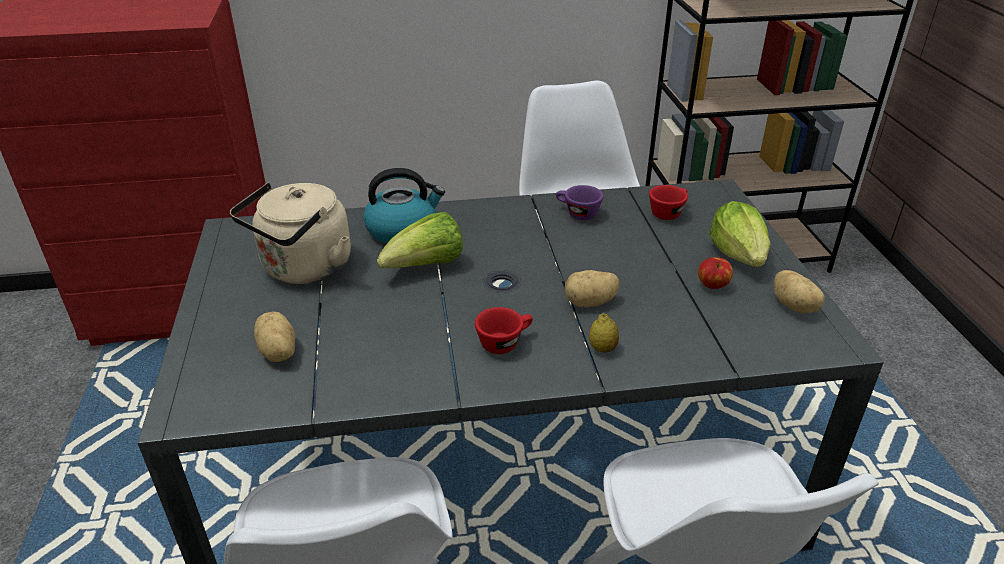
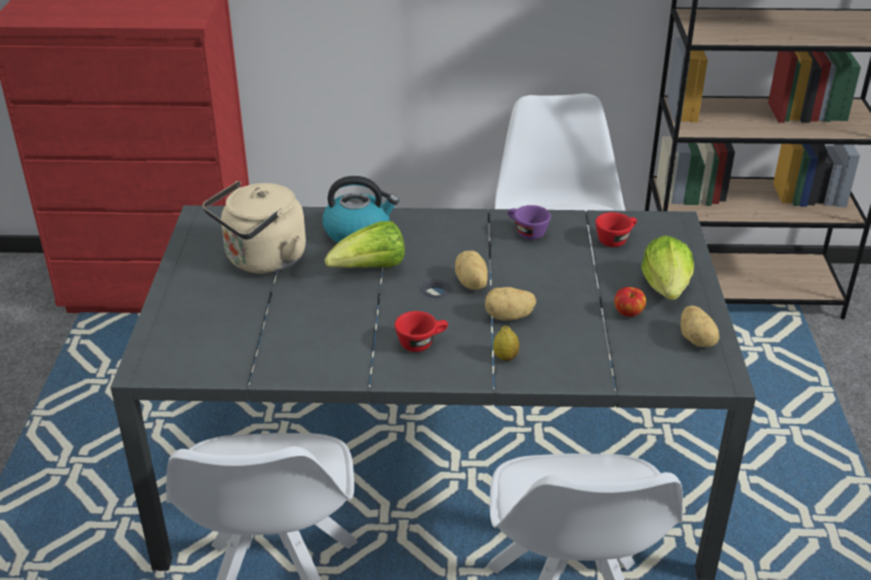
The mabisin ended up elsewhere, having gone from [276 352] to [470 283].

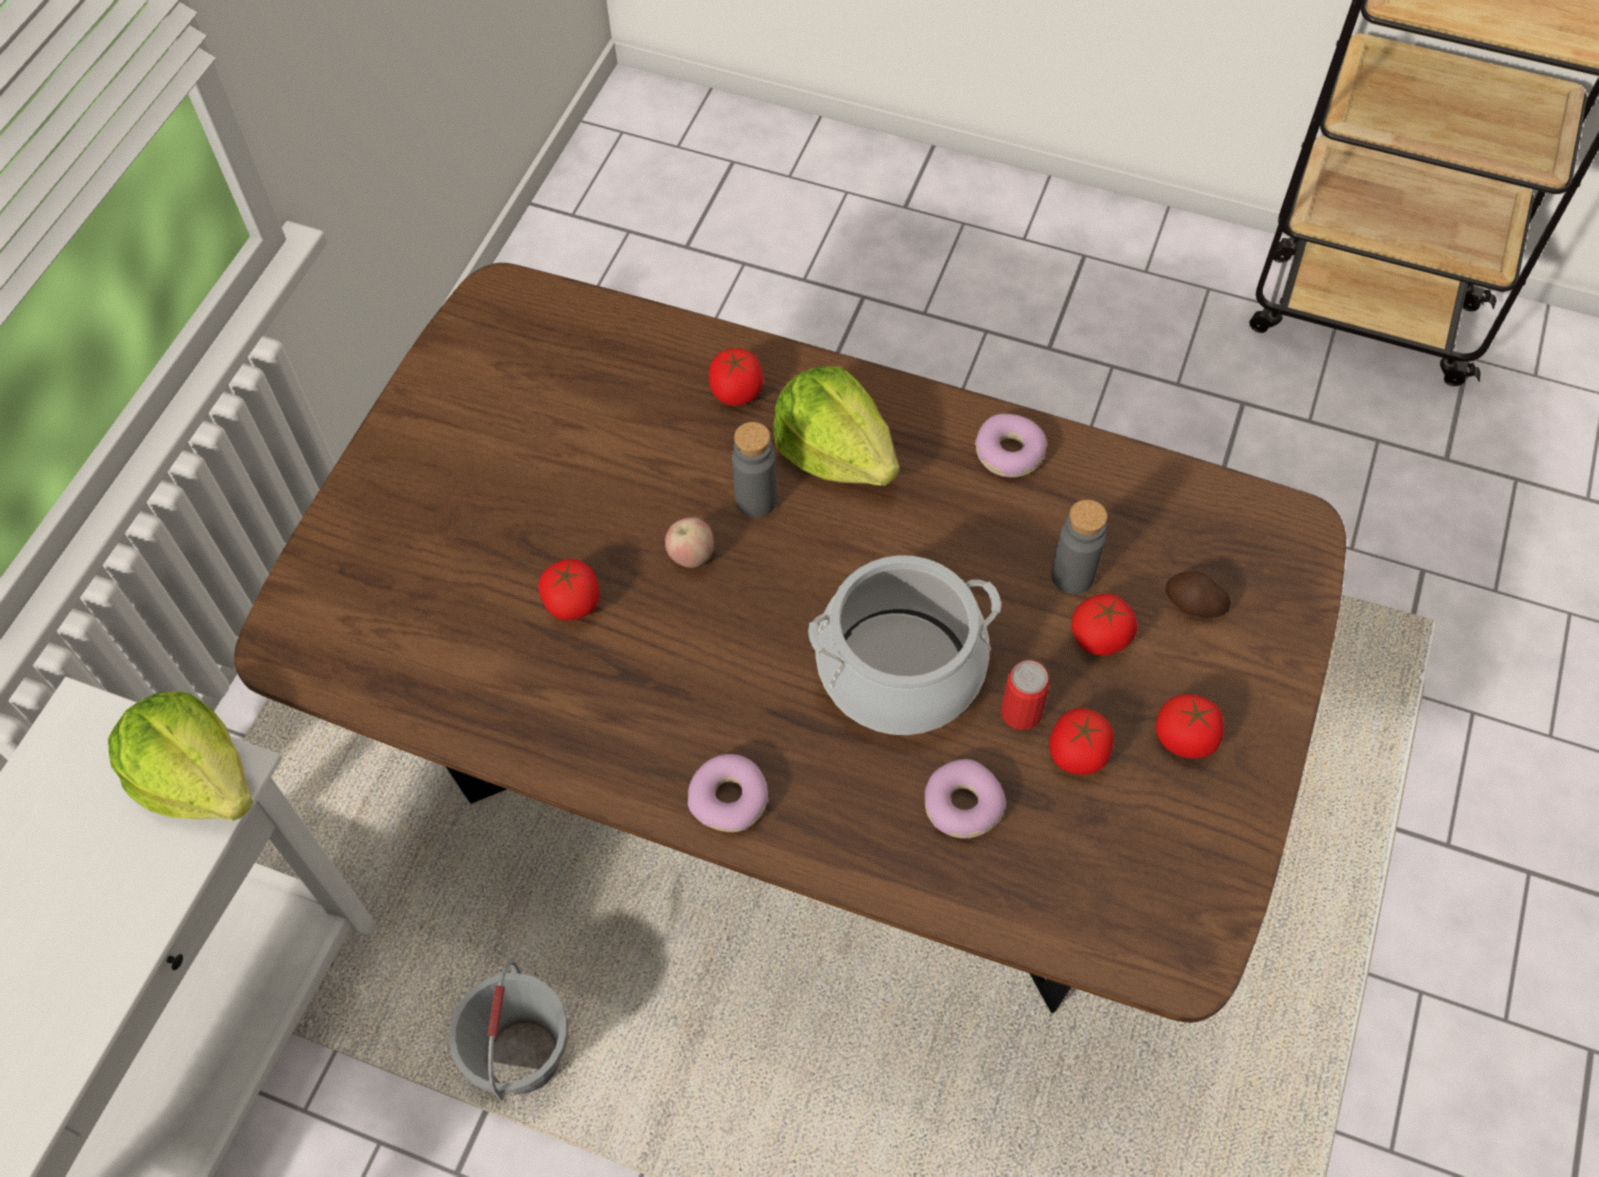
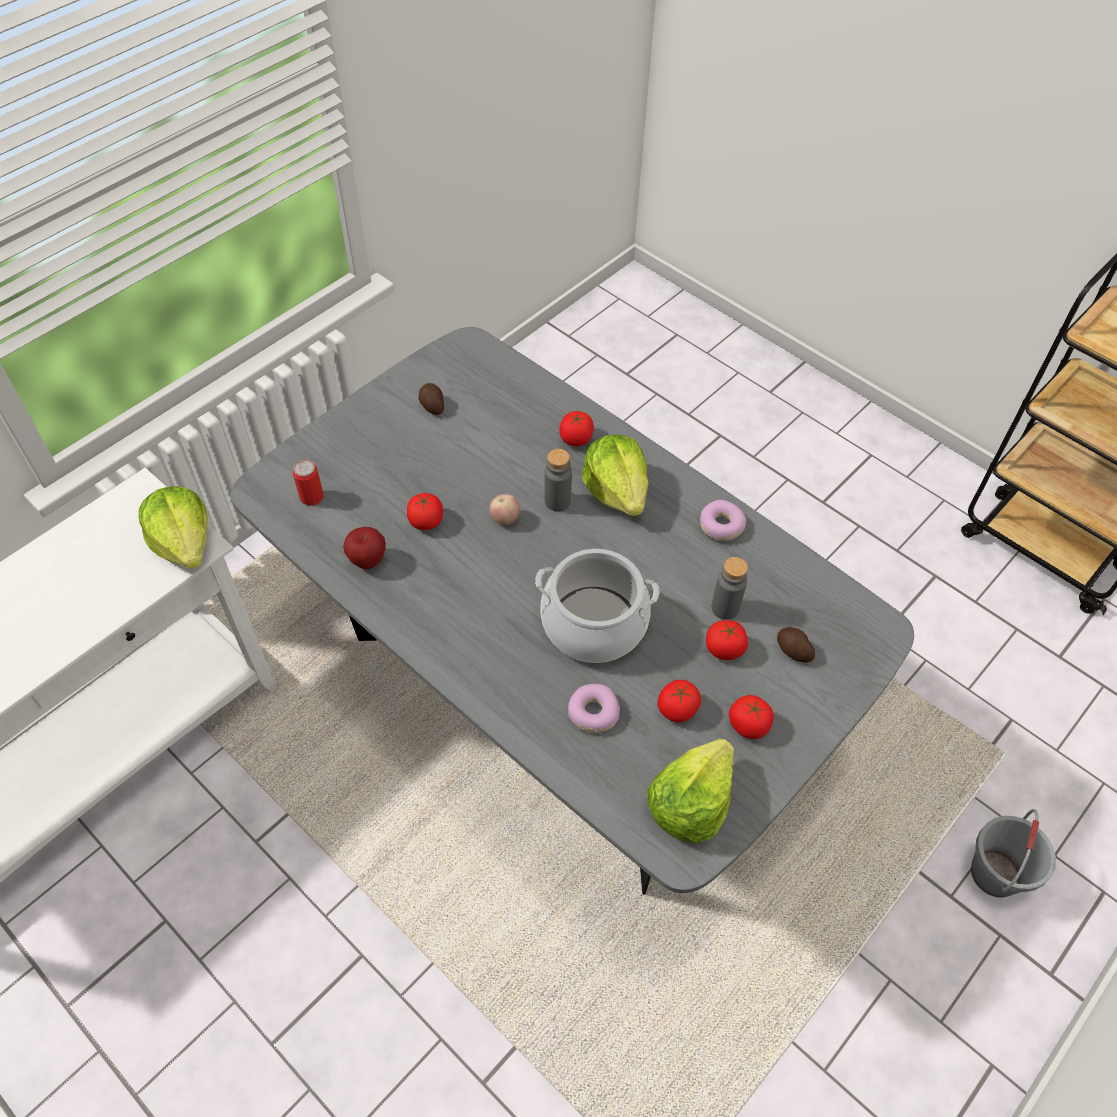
What was the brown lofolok at [801 783] turned into the grey lofolok at [553 700].
The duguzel ended up elsewhere, having gone from [1021 712] to [311 497].
The second view gained the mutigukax at [368 561].
The second view gained the mabisin at [432 406].
The second view gained the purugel at [690 803].
The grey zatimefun ended up elsewhere, having gone from [524 1057] to [995 874].
The second view lost the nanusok at [729 799].

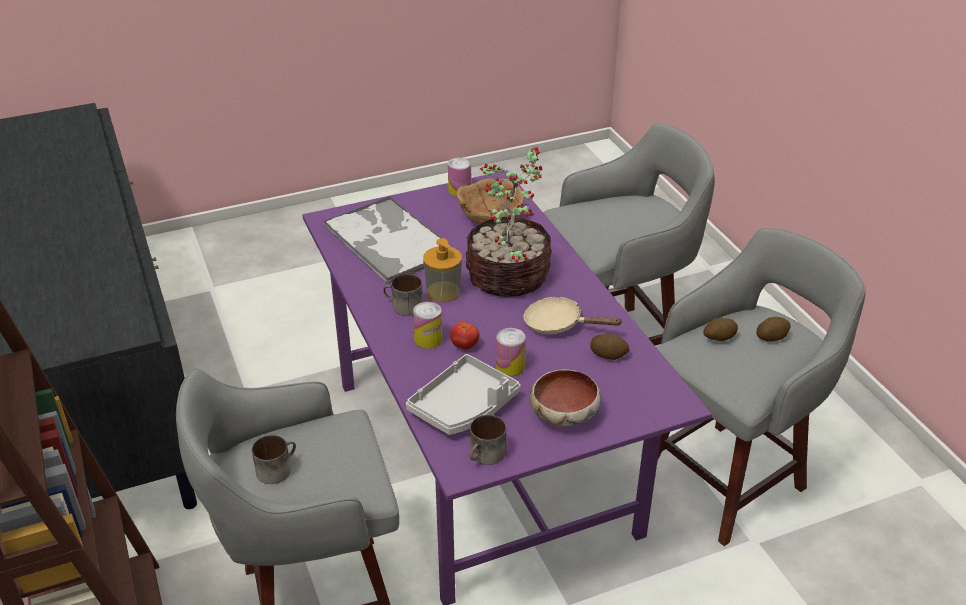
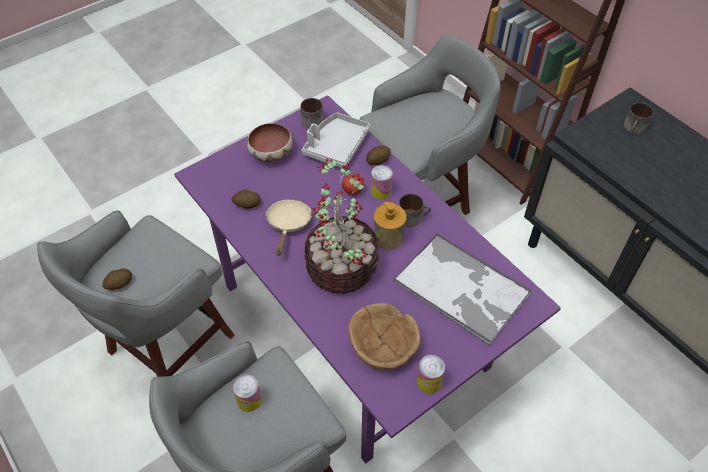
The duguzel ended up elsewhere, having gone from [510 366] to [249 400].
The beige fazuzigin at [559 324] ended up facing another way, 90 degrees counterclockwise from before.
The mabisin ended up elsewhere, having gone from [719 338] to [378 160].
The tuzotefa ended up elsewhere, having gone from [276 468] to [634 128].

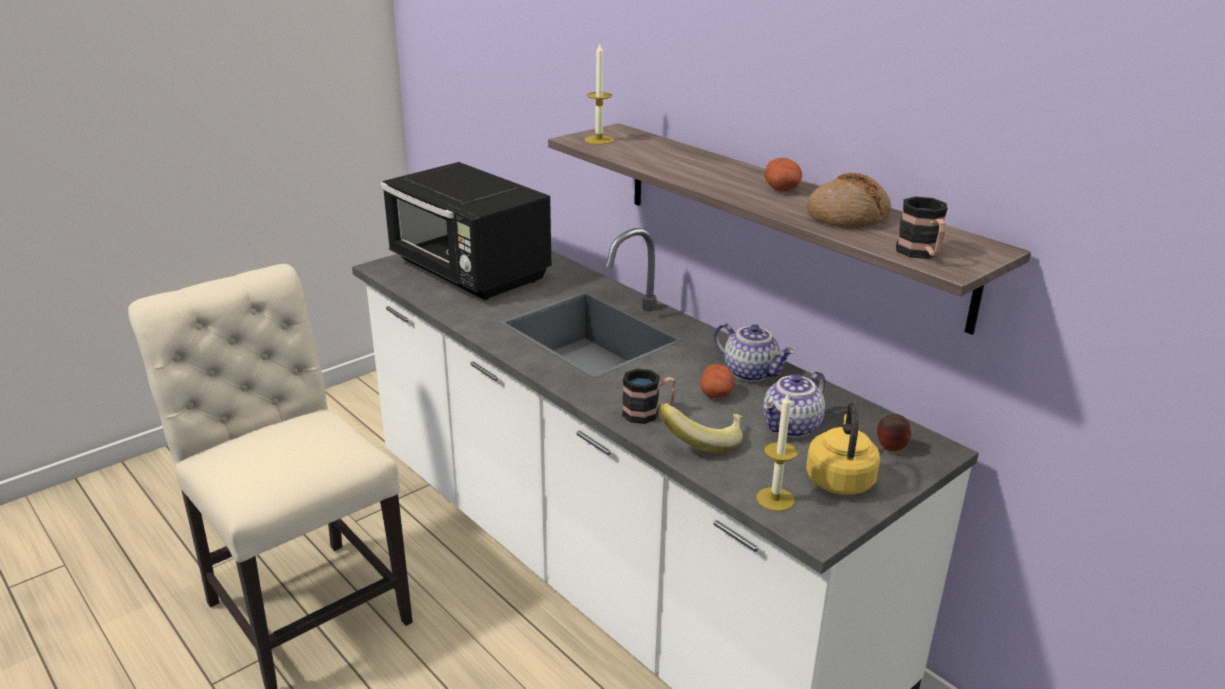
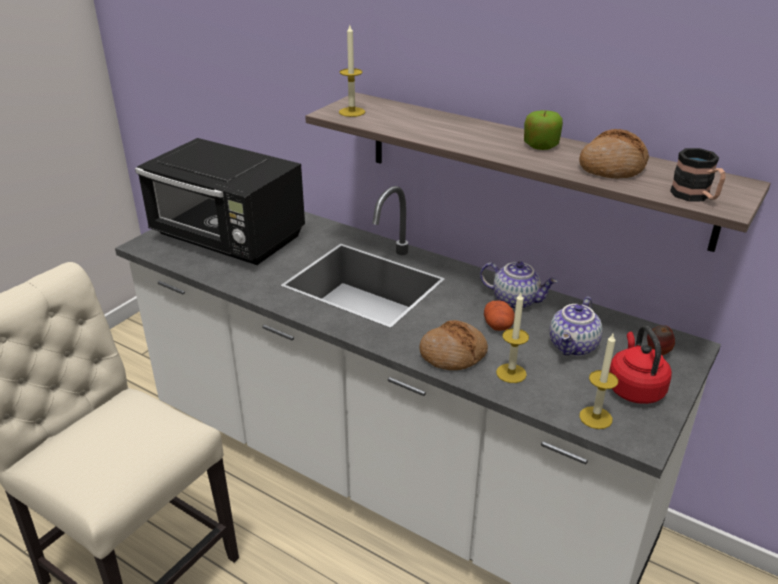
Where the tuzotefa stood at [648 413], the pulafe came to stand at [453 354].
Where the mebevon stood at [703 441], the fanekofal came to stand at [511 373].
Where the mabisin stood at [782 189], the mutigukax came to stand at [541 145].
What was the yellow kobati at [839 479] turned into the red kobati at [634 388].

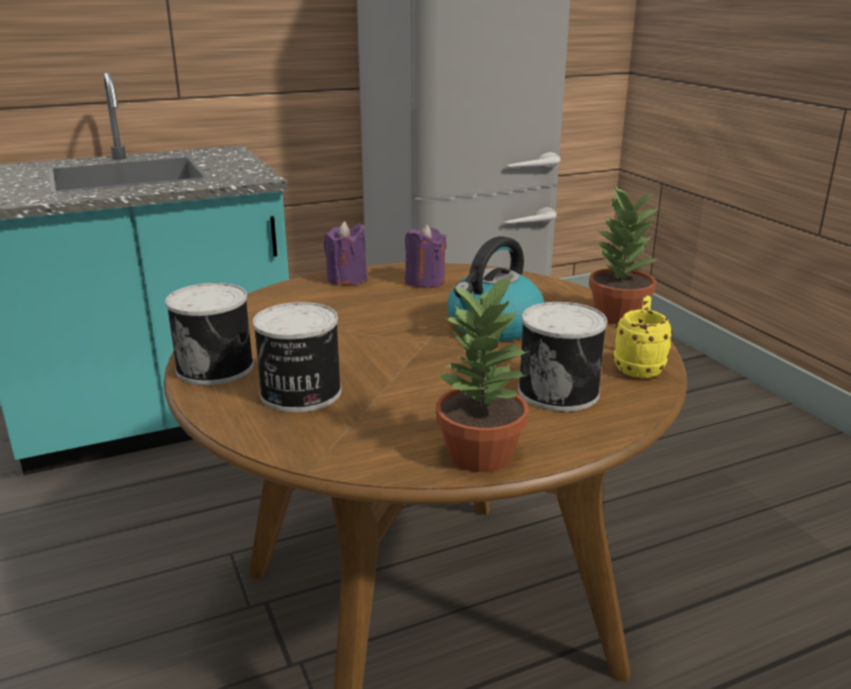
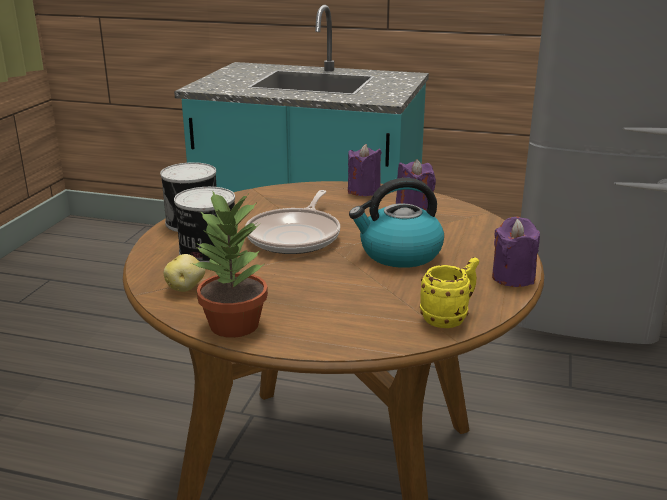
The second view gained the mabisin at [186 288].
The second view gained the fazuzigin at [296 236].
Where the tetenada stood at [617 315], the purple fanekofal came to stand at [513 277].
The second view lost the duguzel at [559 391].

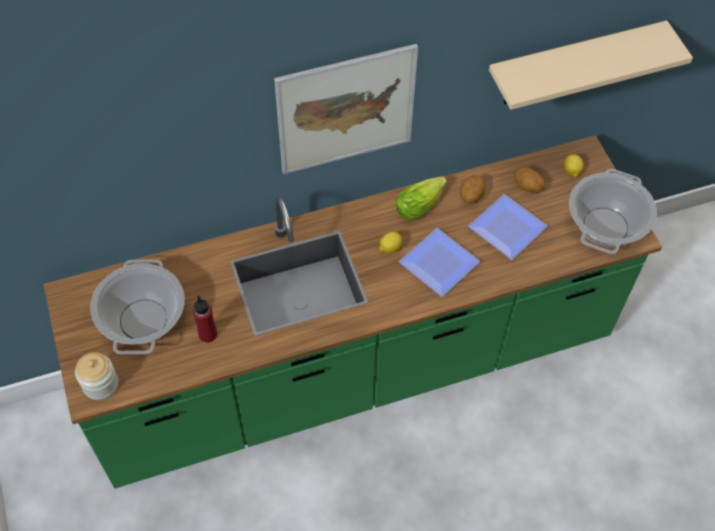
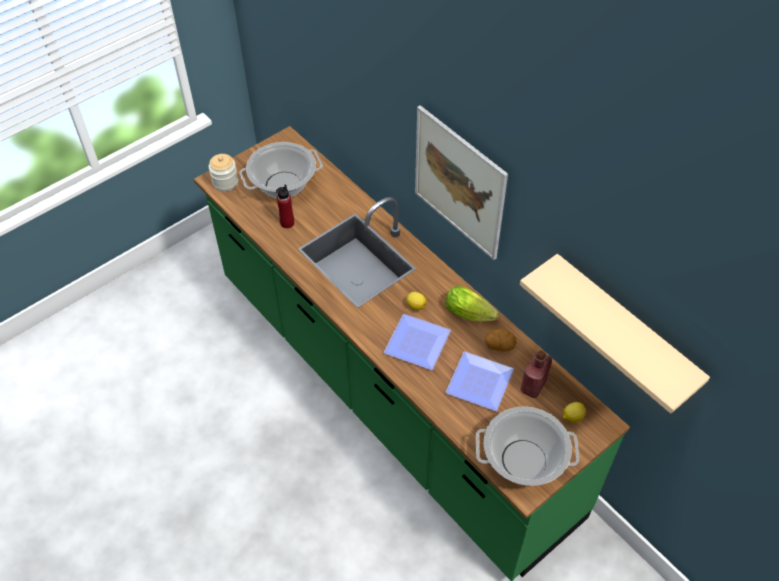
Where the mabisin stood at [527 187], the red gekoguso came to stand at [533 386].

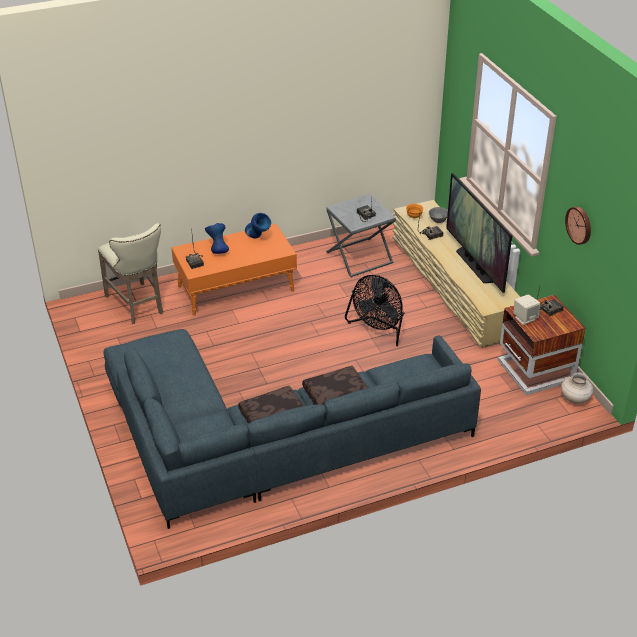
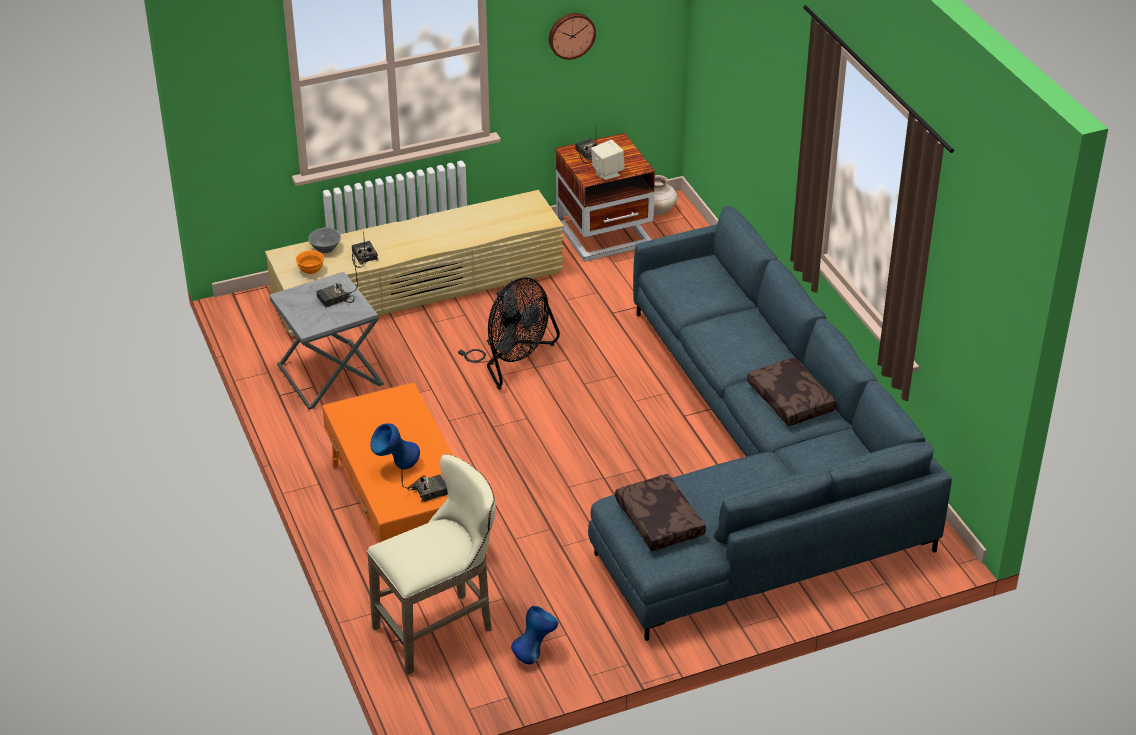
The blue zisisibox ended up elsewhere, having gone from [258 238] to [535 653].
The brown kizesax ended up elsewhere, having gone from [335 393] to [657 520].
The second view lost the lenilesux at [475 265].

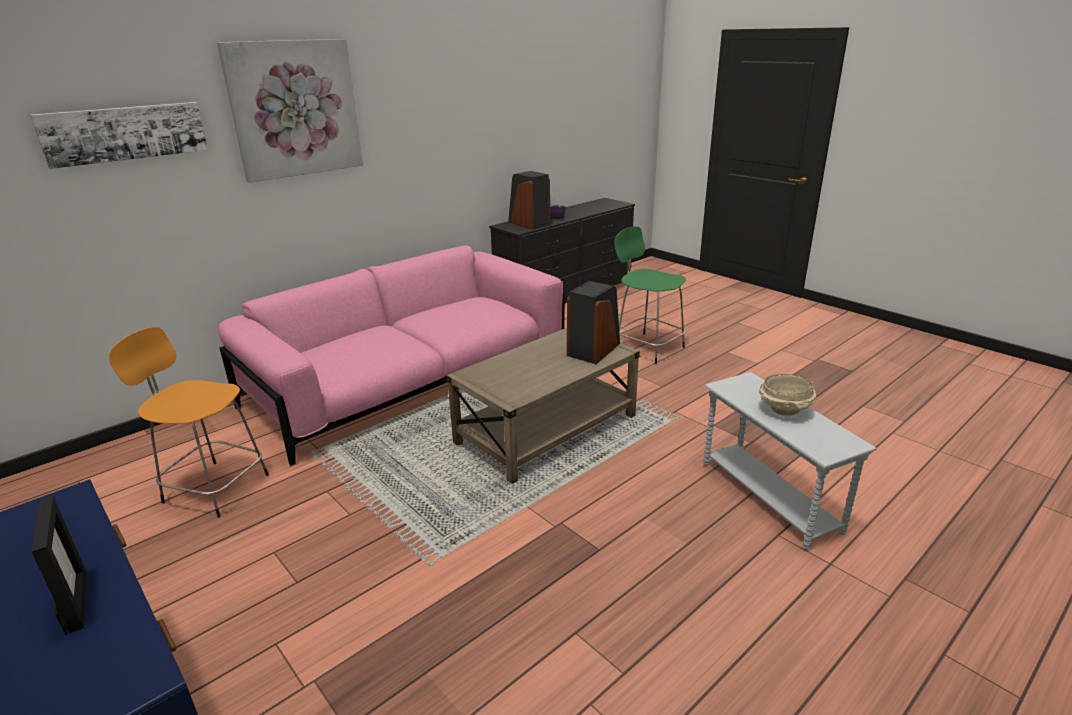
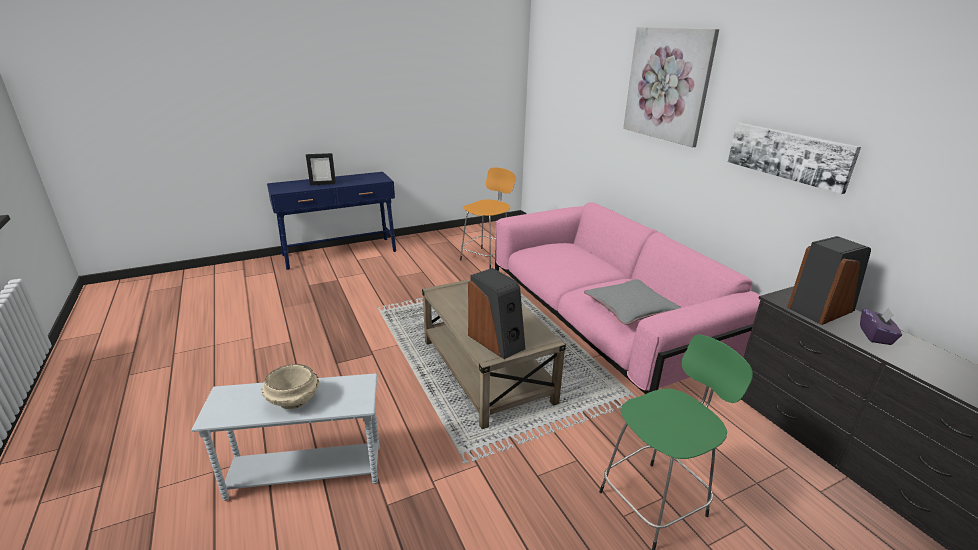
The second view gained the grey kizesax at [630 308].
The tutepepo ended up elsewhere, having gone from [125 133] to [788 155].

